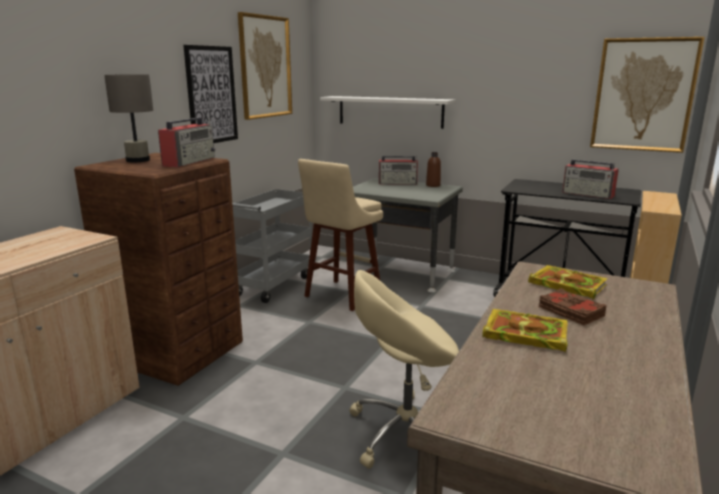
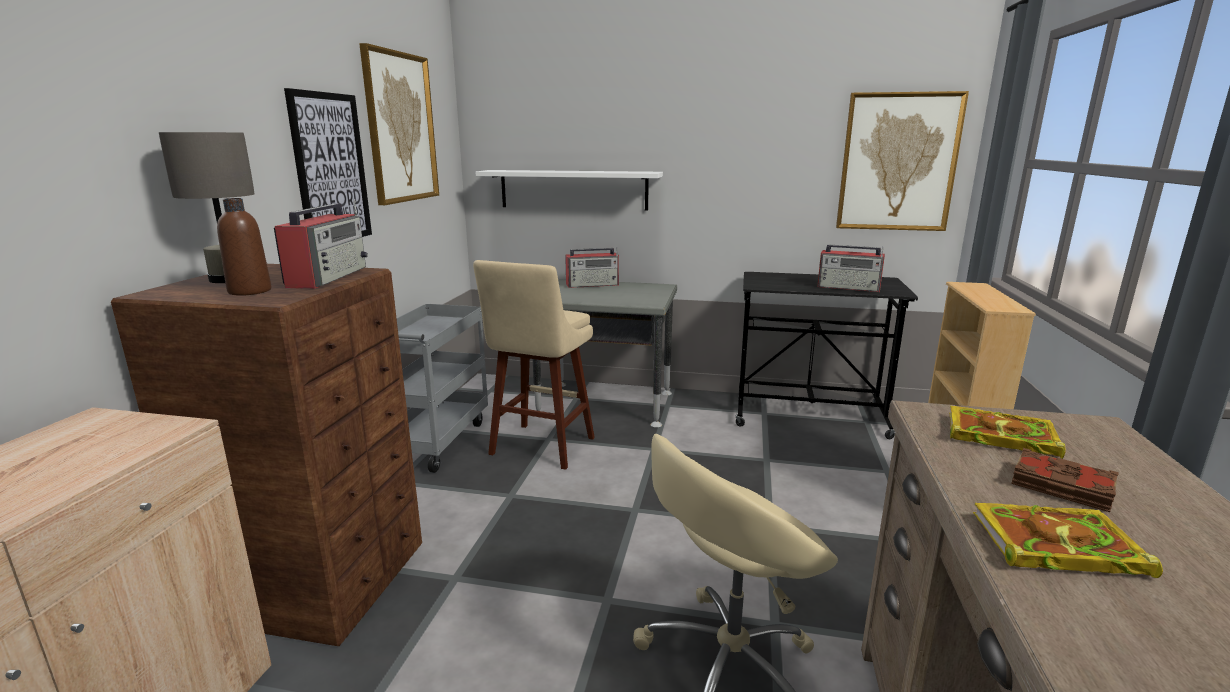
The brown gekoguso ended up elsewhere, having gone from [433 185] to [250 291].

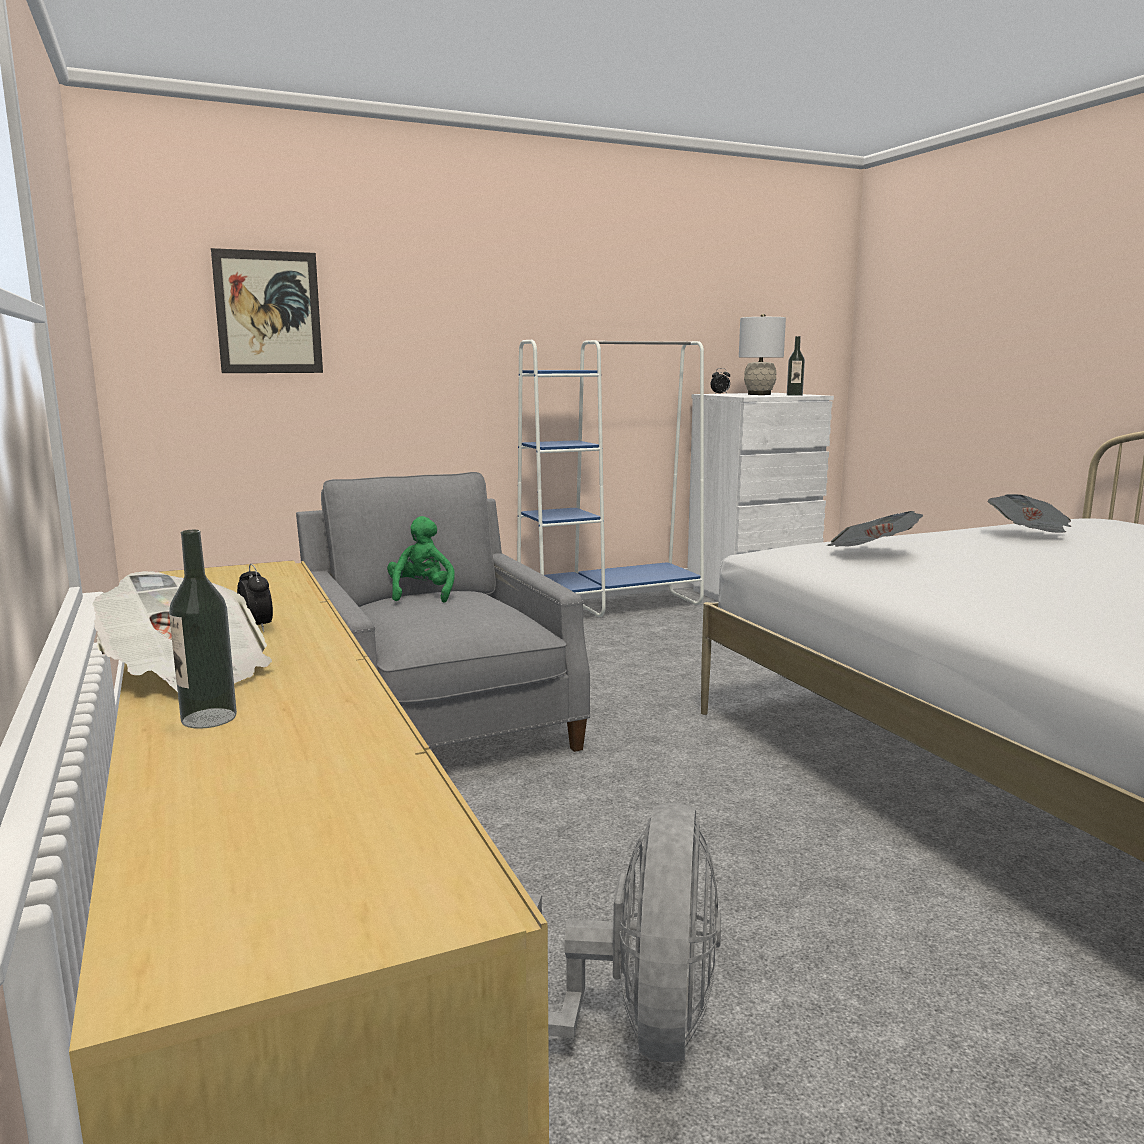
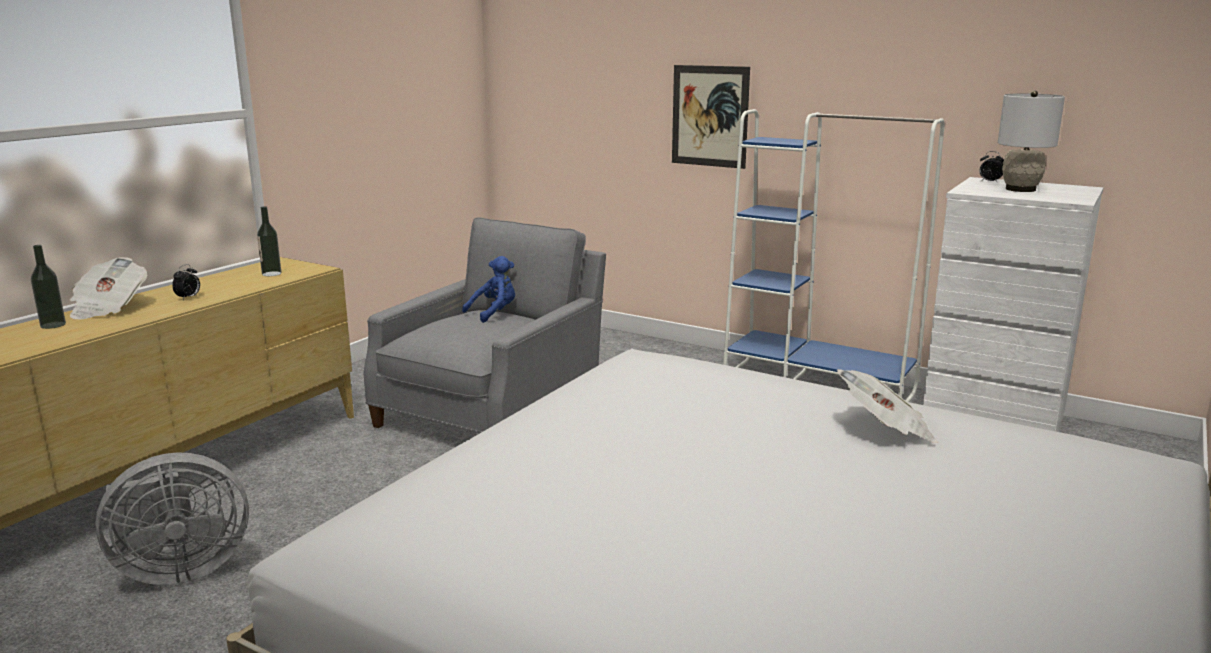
The gekoguso ended up elsewhere, having gone from [794 395] to [271 274].
What was the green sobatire at [422 594] turned into the blue sobatire at [494 313].
The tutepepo ended up elsewhere, having gone from [268 312] to [709 116].
The second view lost the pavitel at [871 554].

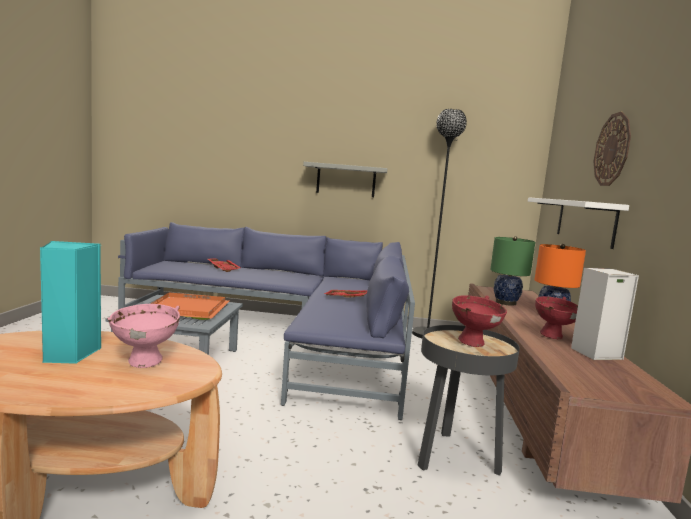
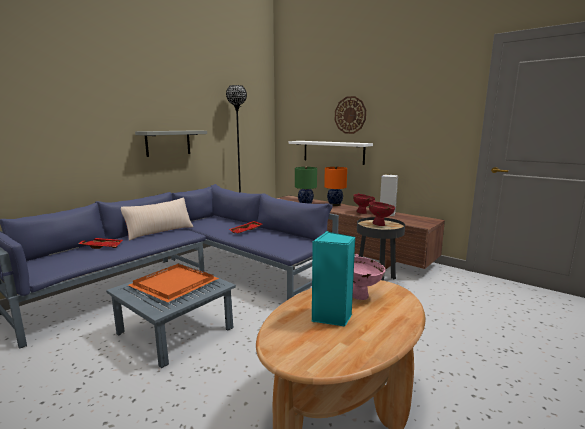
The second view gained the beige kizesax at [159 231].

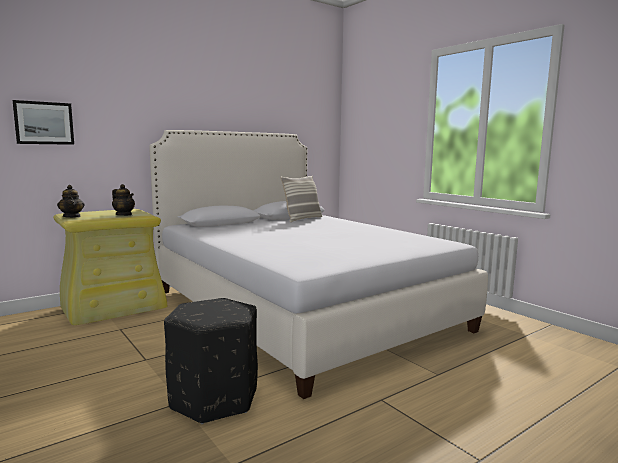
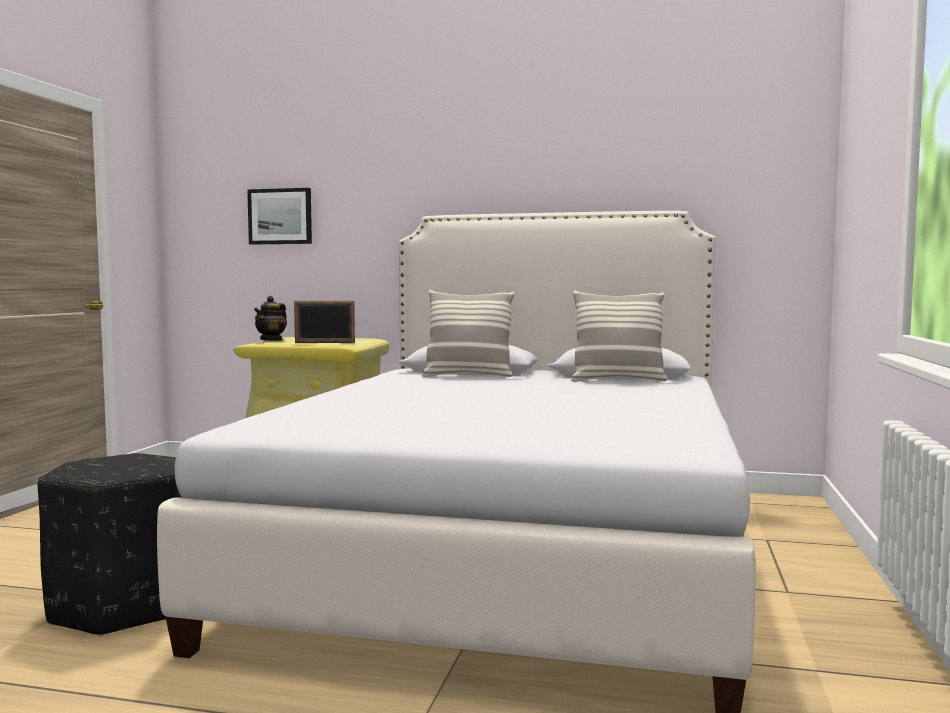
Where the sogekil stood at [124 215], the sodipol came to stand at [325 343].
The second view gained the kizesax at [468 376].

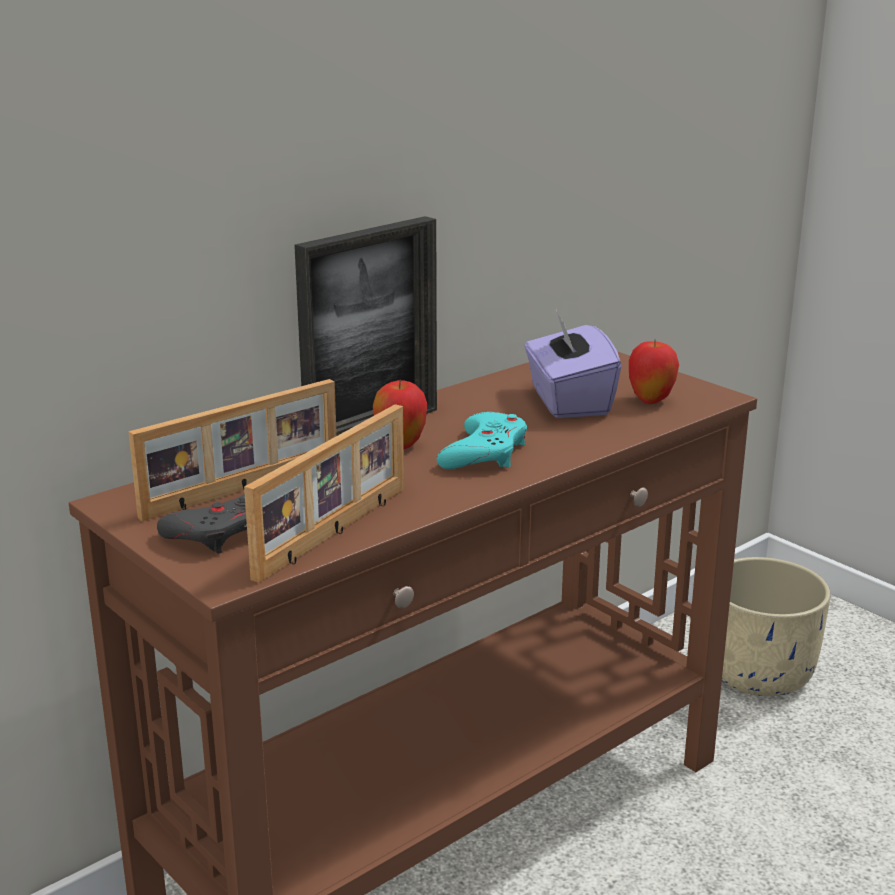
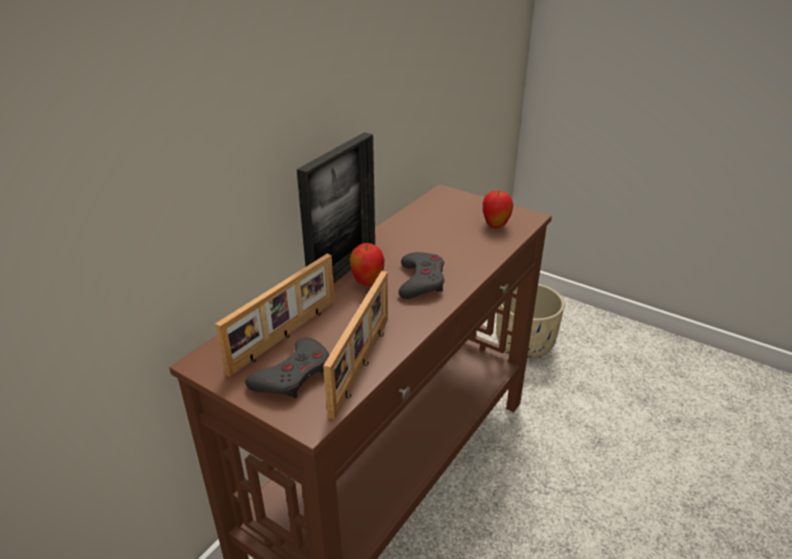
What was the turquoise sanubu at [485 452] turned into the grey sanubu at [421 281].
The second view lost the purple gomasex at [568 401].

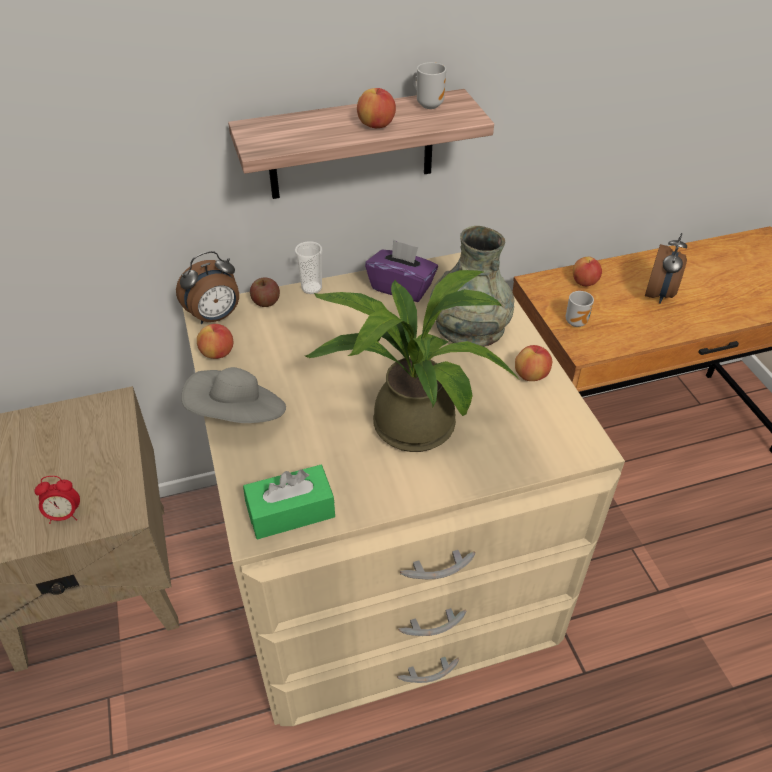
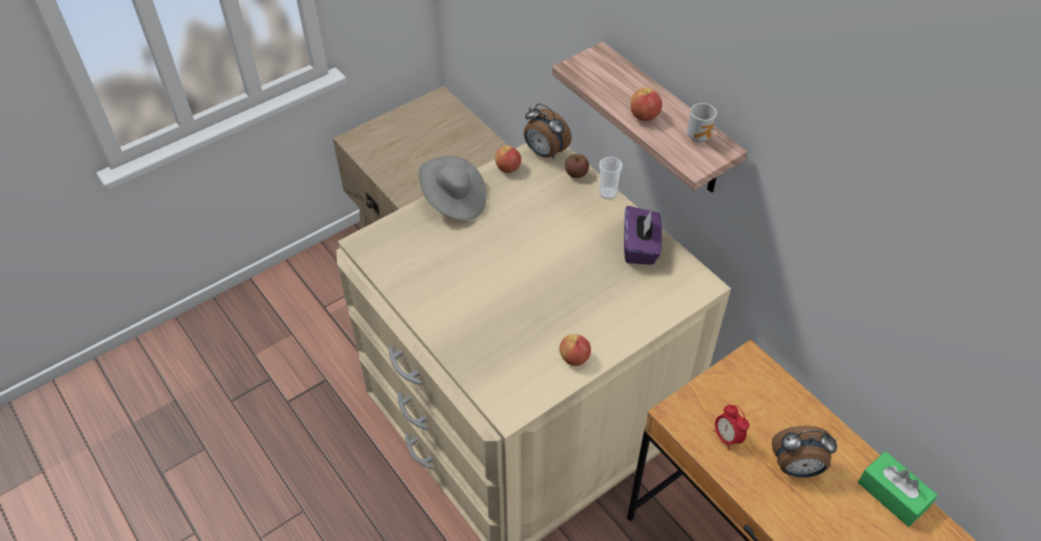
The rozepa ended up elsewhere, having gone from [64 515] to [727 437].
The green gomasex ended up elsewhere, having gone from [291 511] to [892 495].
The second view lost the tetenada at [406 419].
The second view lost the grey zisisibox at [469 327].
The second view lost the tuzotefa at [577 322].
The second view lost the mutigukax at [584 282].

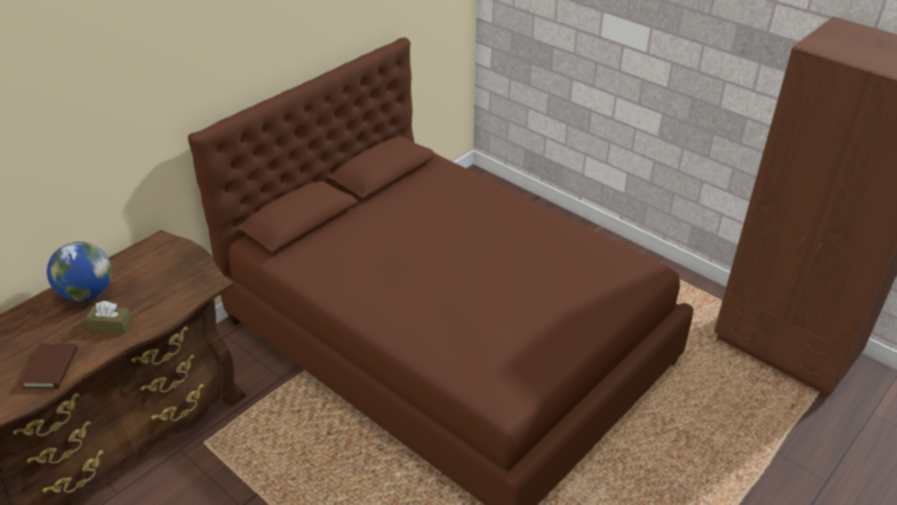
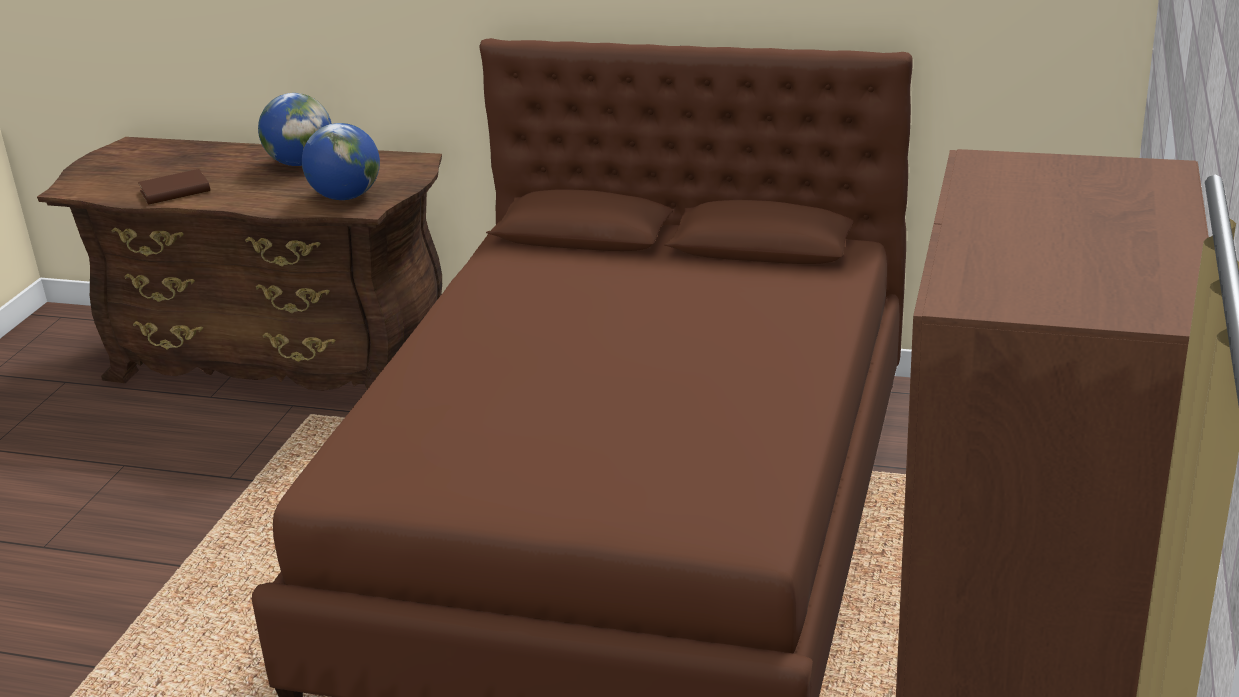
The second view gained the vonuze at [346 197].
The second view lost the brown gomasex at [110 325].

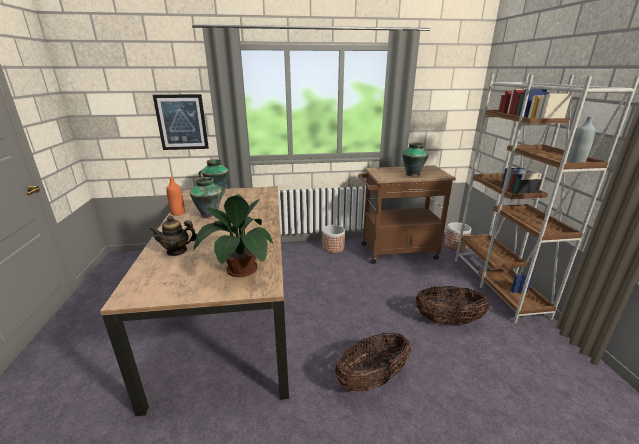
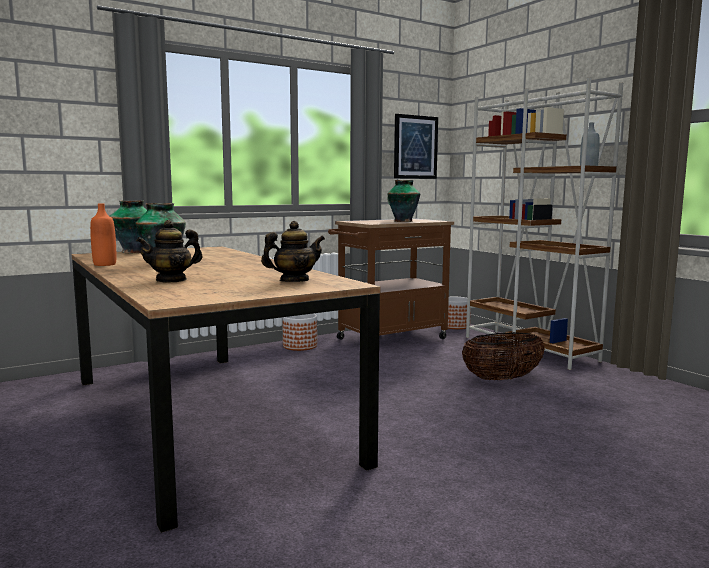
Where the tetenada stood at [240 270], the sogekil came to stand at [294 281].
The tutepepo ended up elsewhere, having gone from [182 122] to [415 147].
The second view lost the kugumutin at [372 379].

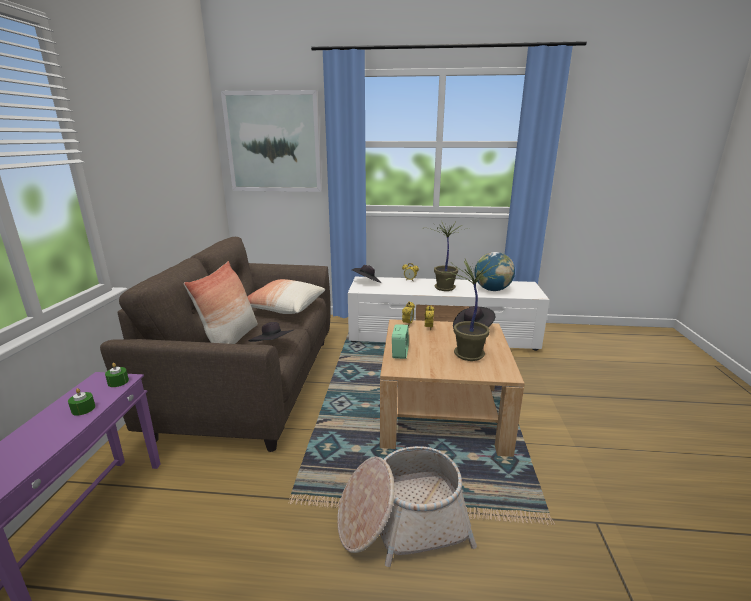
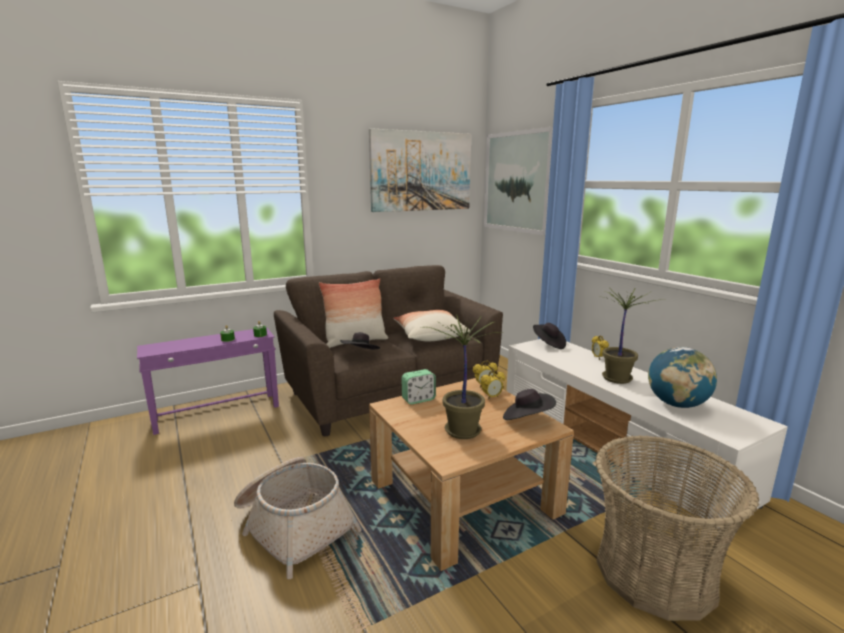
The second view gained the tutepepo at [421 171].
The second view gained the kugumutin at [655 572].

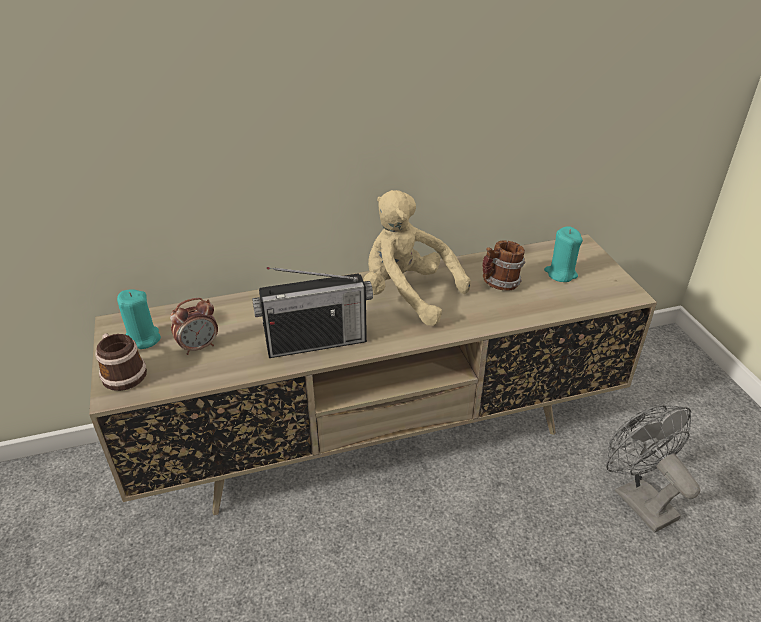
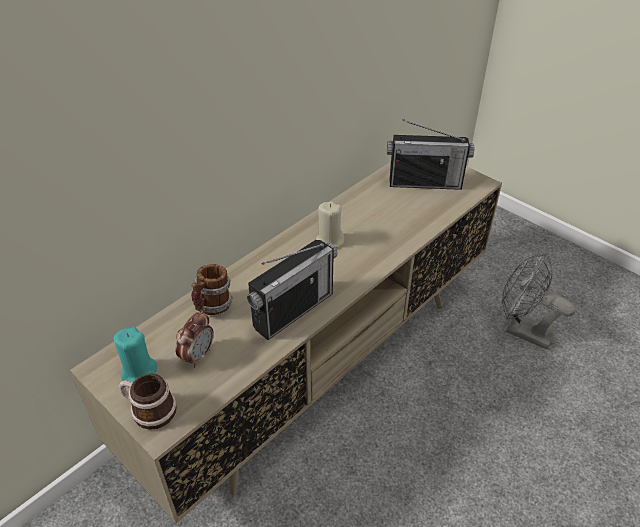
The tuzotefa ended up elsewhere, having gone from [499 284] to [212 307].
Where the beige sobatire stood at [407 294], the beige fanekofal came to stand at [329 241].
Where the turquoise fanekofal stood at [560 273], the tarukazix came to stand at [425 183].

